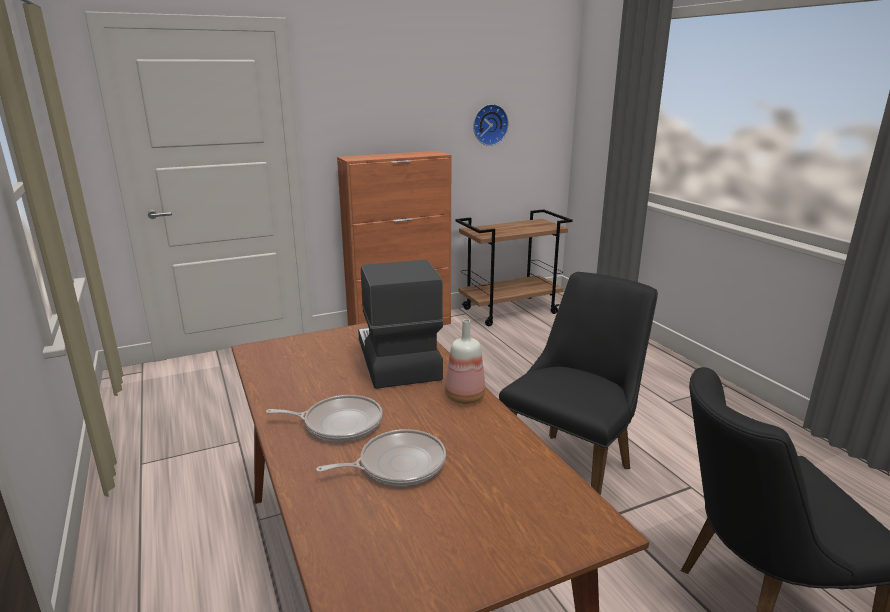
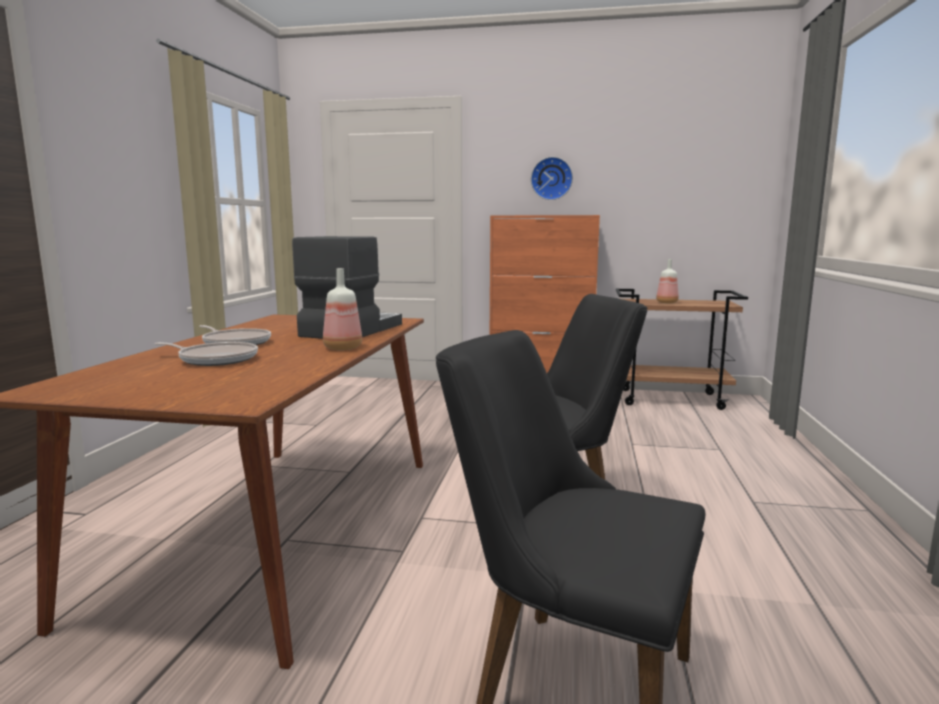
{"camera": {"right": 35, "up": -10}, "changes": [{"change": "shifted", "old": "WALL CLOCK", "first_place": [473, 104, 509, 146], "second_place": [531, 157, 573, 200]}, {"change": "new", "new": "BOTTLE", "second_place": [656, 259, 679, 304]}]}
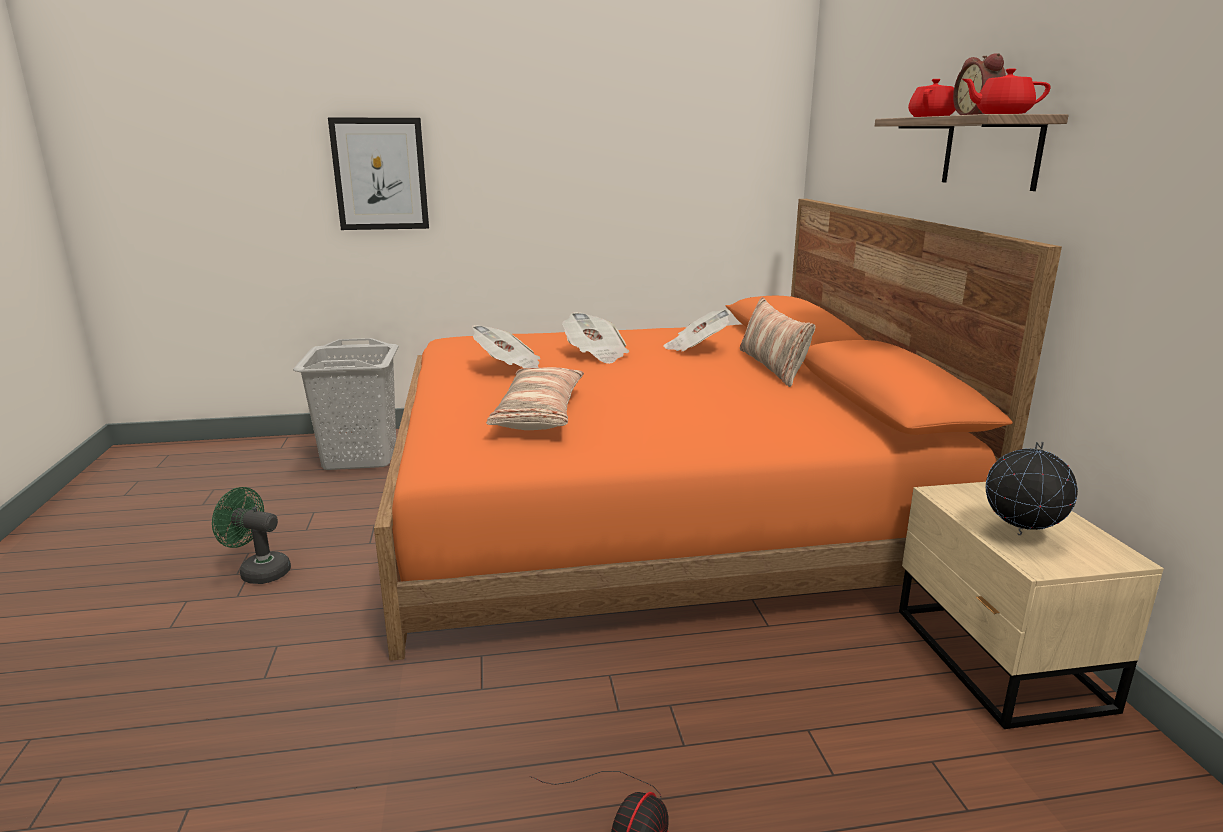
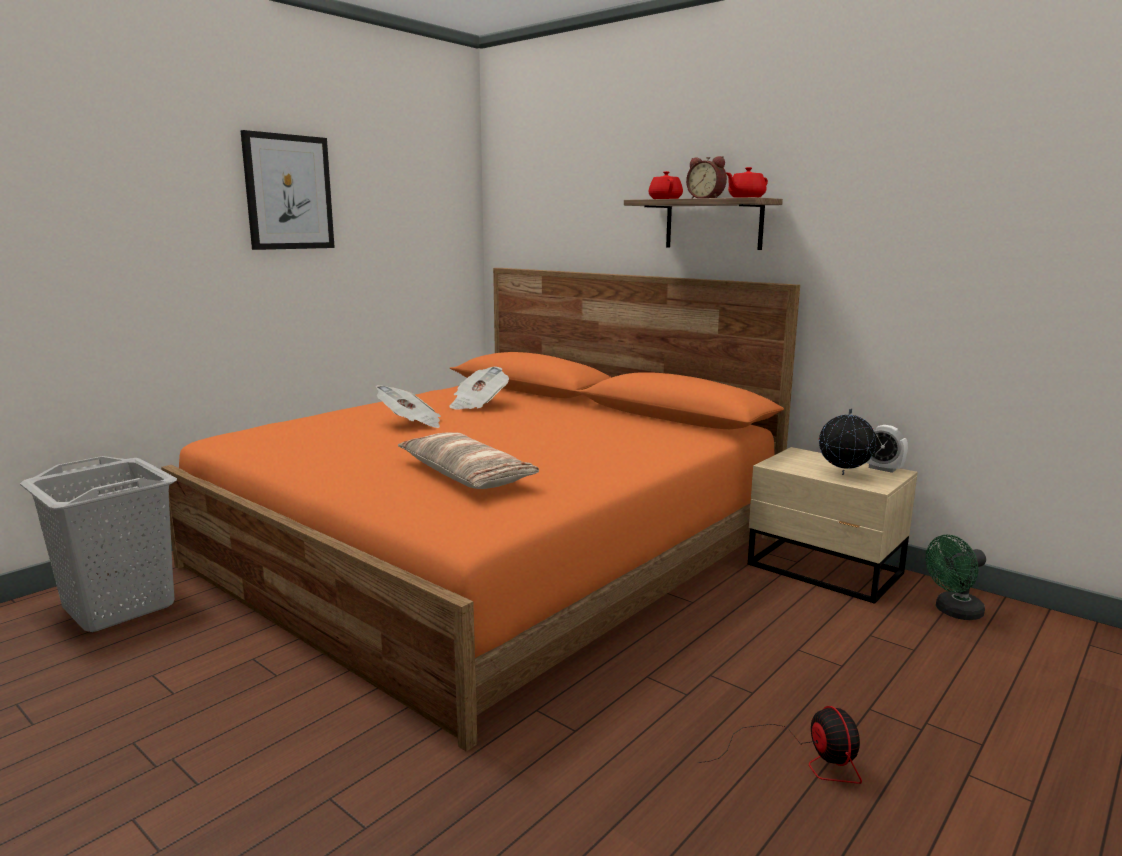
{"camera": {"right": -40, "up": -5}, "changes": [{"change": "shifted", "old": "PICTURE", "first_place": [328, 117, 429, 230], "second_place": [240, 130, 335, 250]}, {"change": "new", "new": "ALARM CLOCK", "second_place": [866, 425, 908, 473]}, {"change": "shifted", "old": "GREEN FAN", "first_place": [212, 487, 291, 584], "second_place": [926, 535, 986, 620]}, {"change": "gone", "old": "NEWSPAPER", "first_place": [472, 325, 540, 368]}, {"change": "gone", "old": "PILLOW", "first_place": [740, 297, 815, 387]}]}
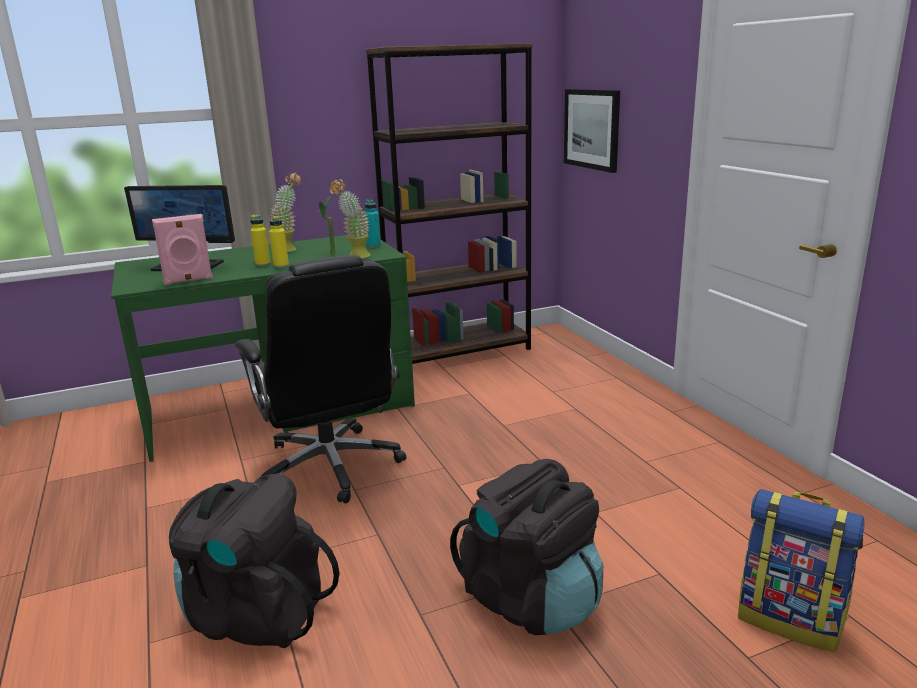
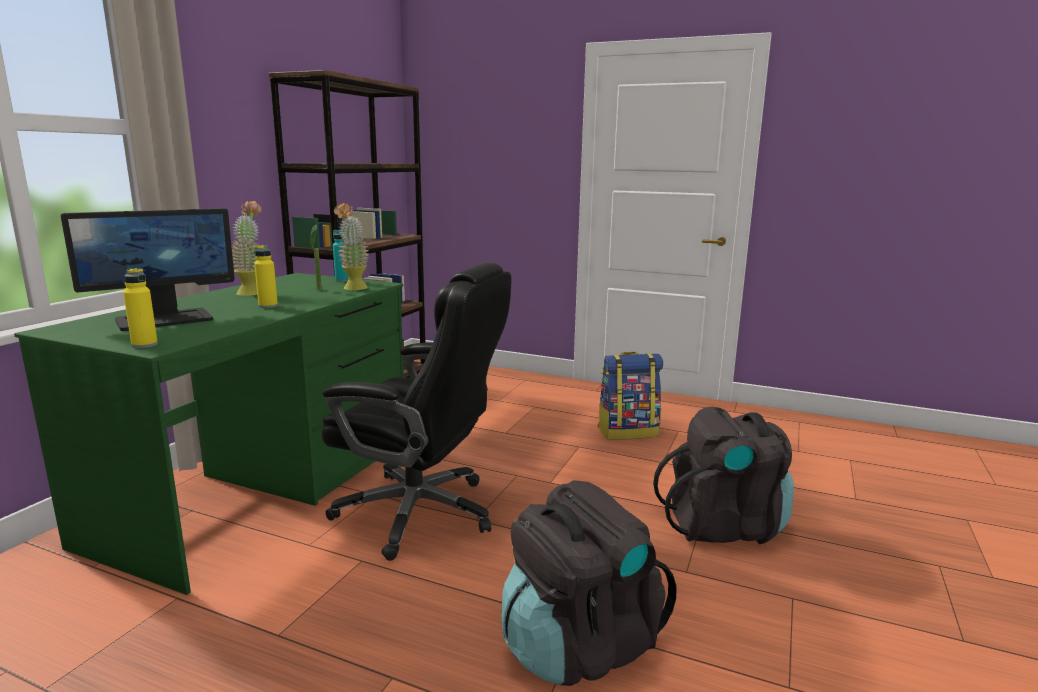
{"camera": {"right": -45, "up": -5}, "changes": [{"change": "shifted", "old": "YELLOW BOTTLE", "first_place": [269, 216, 289, 268], "second_place": [123, 268, 158, 348]}, {"change": "shifted", "old": "BACKPACK", "first_place": [738, 489, 865, 653], "second_place": [598, 352, 663, 440]}, {"change": "gone", "old": "PINK SPEAKER", "first_place": [152, 214, 213, 285]}, {"change": "gone", "old": "PICTURE", "first_place": [564, 89, 620, 173]}]}
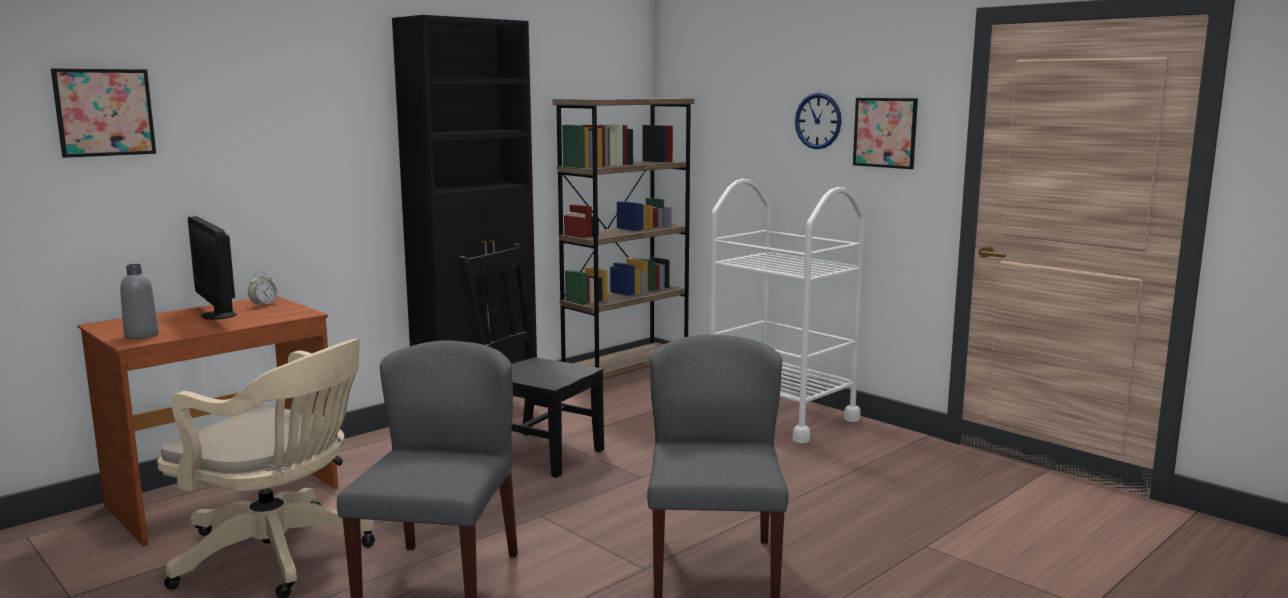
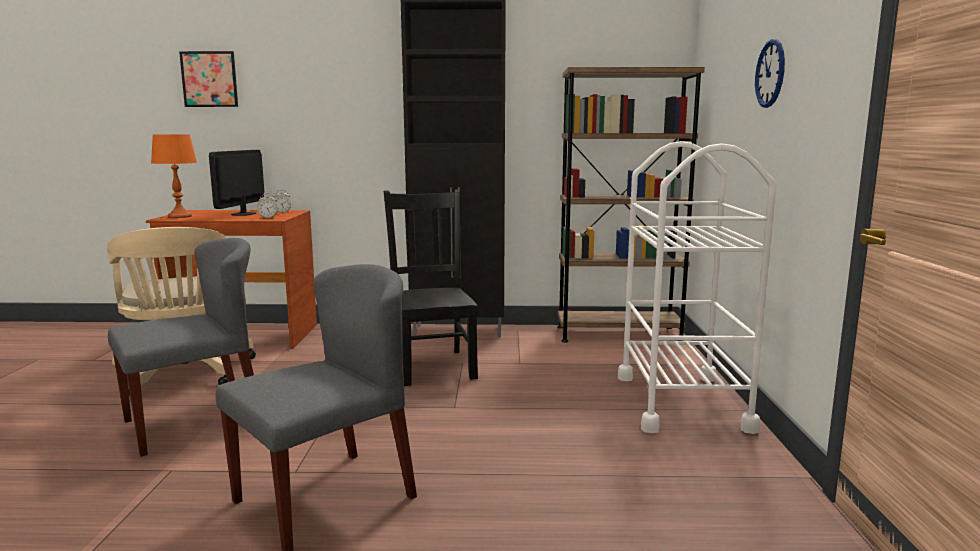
{"camera": {"right": 45, "up": 0}, "changes": [{"change": "swapped", "old": "GREY BOTTLE", "new": "ORANGE TABLE LAMP", "first_place": [120, 264, 159, 339], "second_place": [151, 134, 197, 218]}, {"change": "new", "new": "ALARM CLOCK", "second_place": [257, 193, 278, 219]}, {"change": "gone", "old": "PICTURE", "first_place": [853, 98, 918, 169]}]}
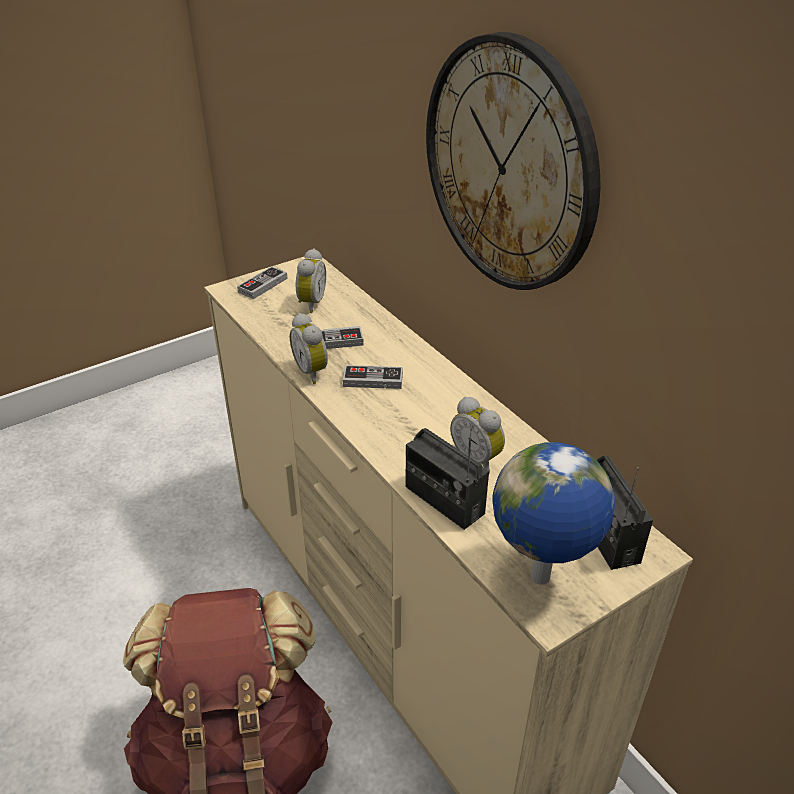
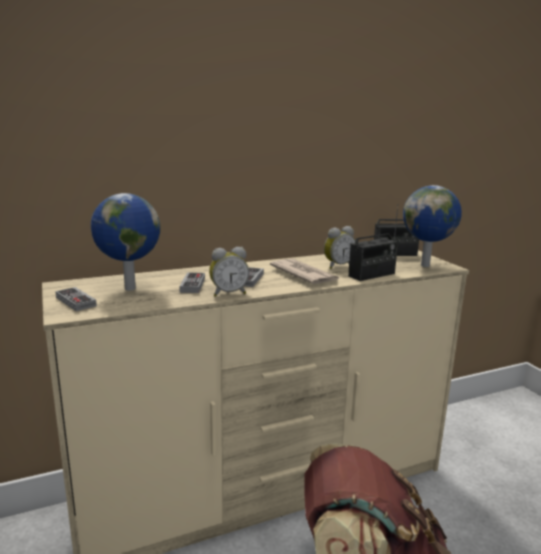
{"camera": {"right": -80, "up": -20}, "changes": [{"change": "swapped", "old": "ALARM CLOCK", "new": "GLOBE", "first_place": [296, 248, 326, 313], "second_place": [91, 193, 161, 291]}, {"change": "new", "new": "NEWSPAPER", "second_place": [270, 259, 341, 284]}, {"change": "gone", "old": "WALL CLOCK", "first_place": [426, 32, 601, 290]}]}
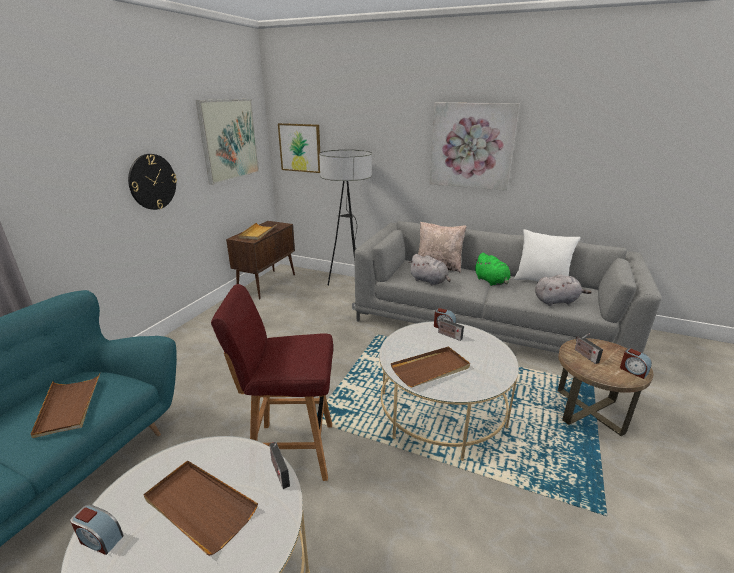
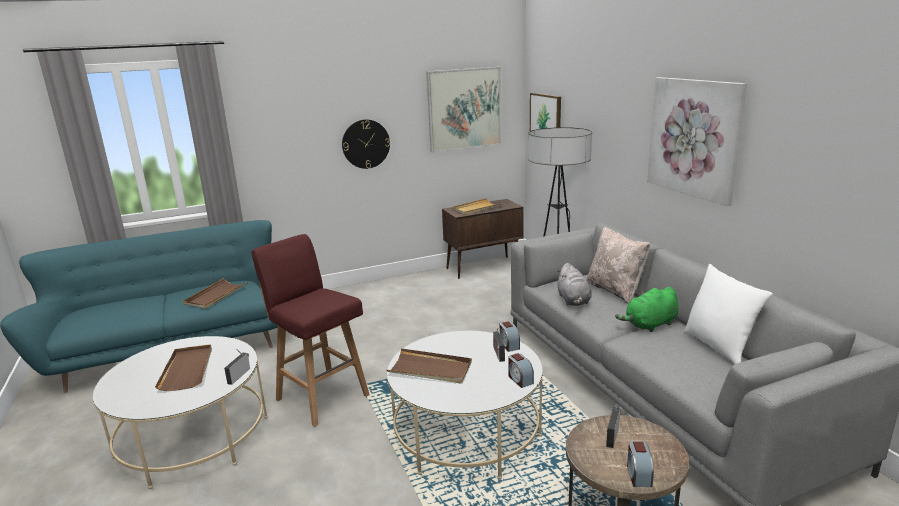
{"camera": {"right": 45, "up": -5}, "changes": [{"change": "shifted", "old": "ALARM CLOCK", "first_place": [70, 504, 124, 555], "second_place": [508, 353, 534, 388]}, {"change": "rotated", "old": "GREEN PLUSH TOY", "first_place": [475, 253, 510, 286], "second_place": [615, 287, 679, 332], "degrees": 45}, {"change": "gone", "old": "GREY PLUSH TOY", "first_place": [535, 274, 592, 306]}]}
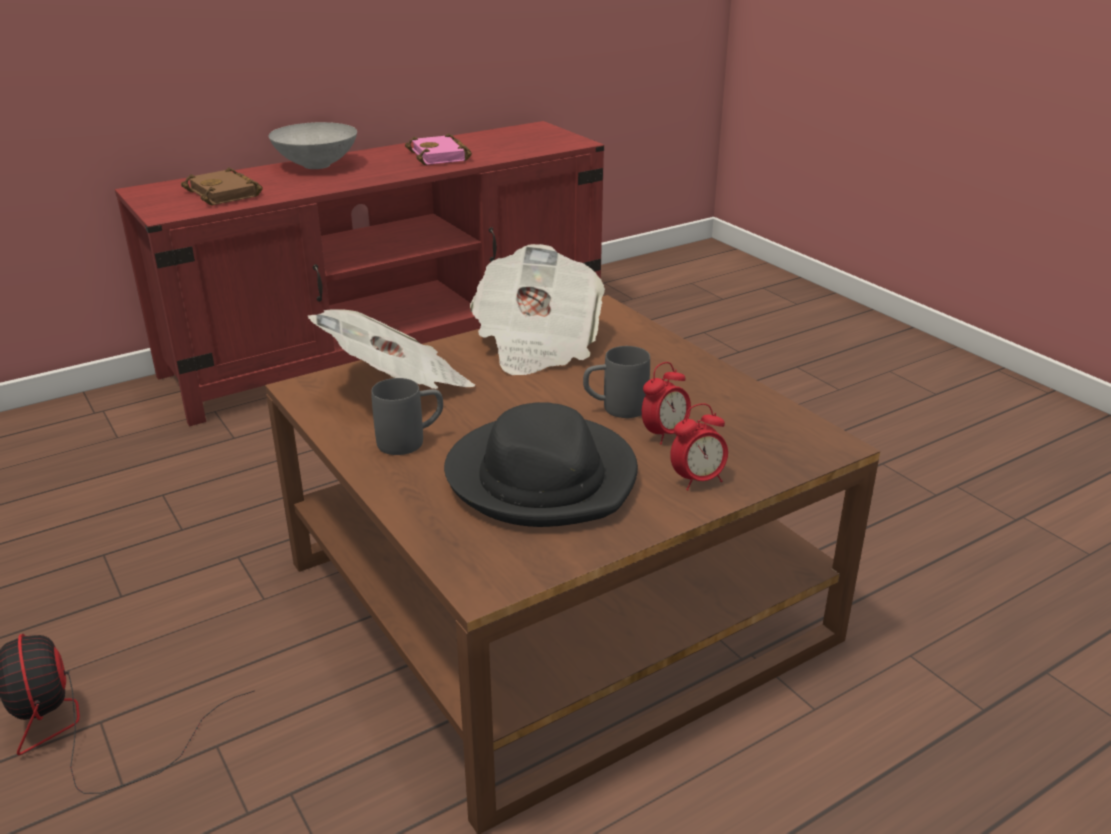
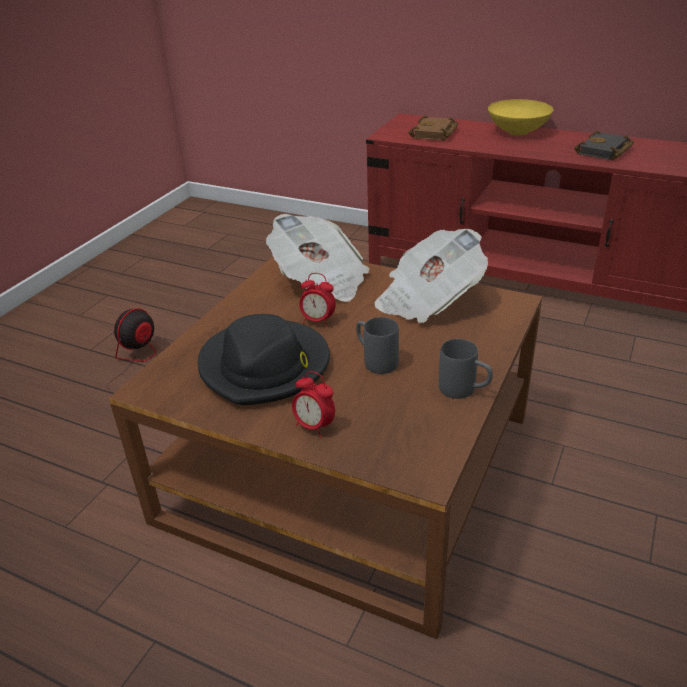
{"camera": {"right": 60, "up": 5}, "changes": [{"change": "shifted", "old": "ALARM CLOCK", "first_place": [642, 362, 691, 445], "second_place": [299, 273, 336, 327]}, {"change": "shifted", "old": "GREY MUG", "first_place": [371, 378, 443, 455], "second_place": [439, 339, 493, 399]}, {"change": "repainted", "old": "GREY BOWL", "new": "YELLOW BOWL", "first_place": [268, 122, 357, 169], "second_place": [488, 99, 554, 136]}, {"change": "repainted", "old": "PINK BOOK", "new": "BLACK BOOK", "first_place": [405, 133, 472, 165], "second_place": [574, 131, 634, 160]}]}
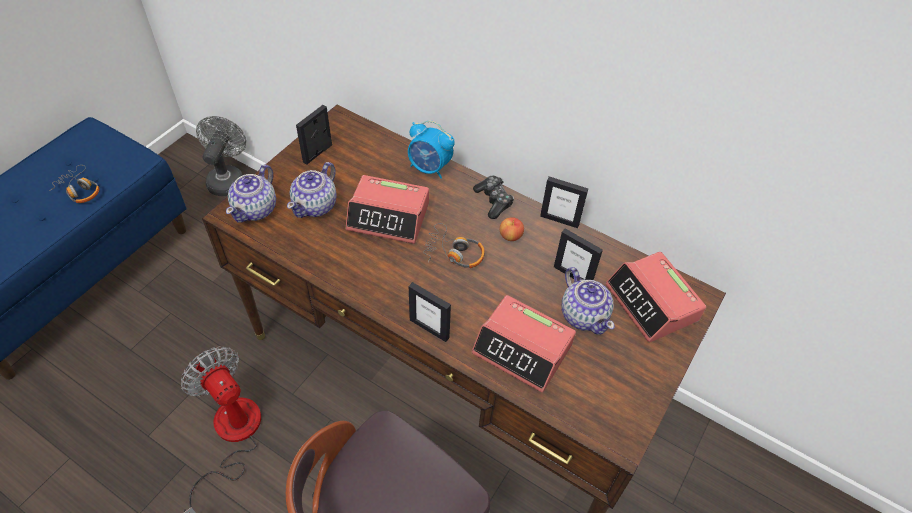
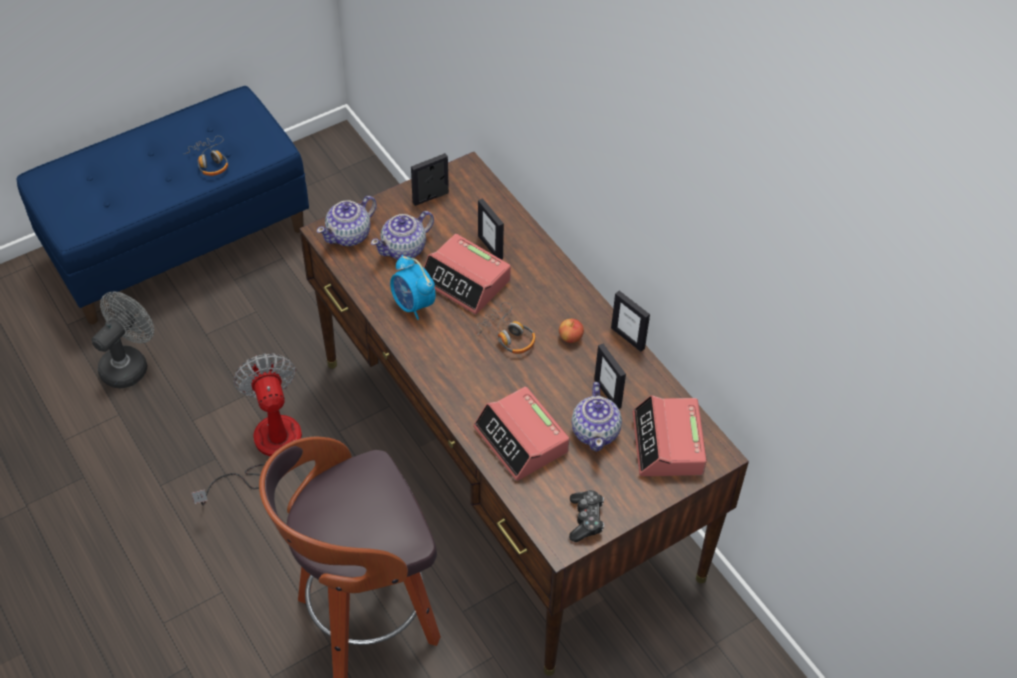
{"camera": {"right": 25, "up": 0}, "changes": [{"change": "shifted", "old": "GREY FAN", "first_place": [196, 116, 246, 196], "second_place": [92, 291, 154, 388]}, {"change": "shifted", "old": "ALARM CLOCK", "first_place": [408, 121, 455, 178], "second_place": [390, 255, 436, 320]}, {"change": "shifted", "old": "PICTURE FRAME", "first_place": [409, 282, 451, 342], "second_place": [478, 198, 504, 260]}, {"change": "shifted", "old": "GAME CONTROLLER", "first_place": [473, 176, 514, 219], "second_place": [569, 490, 604, 542]}]}
